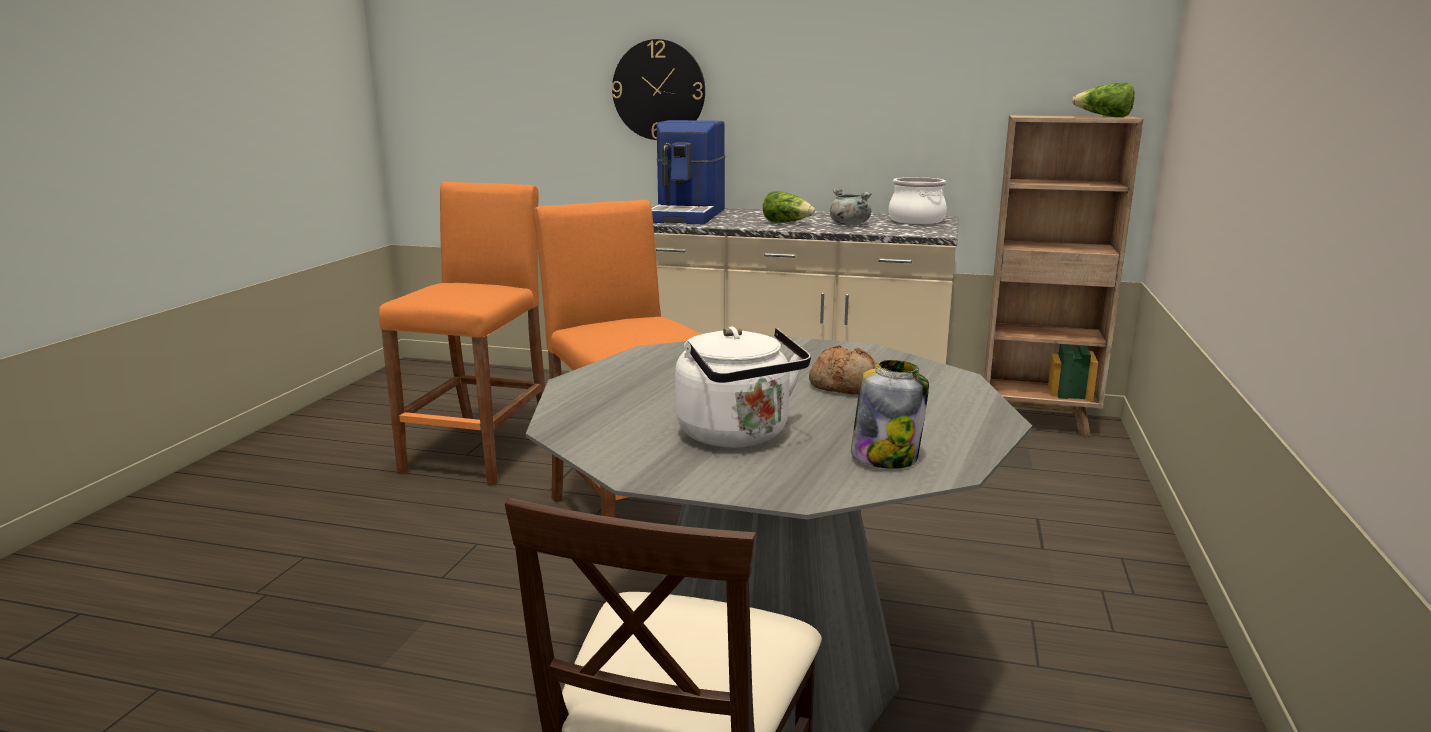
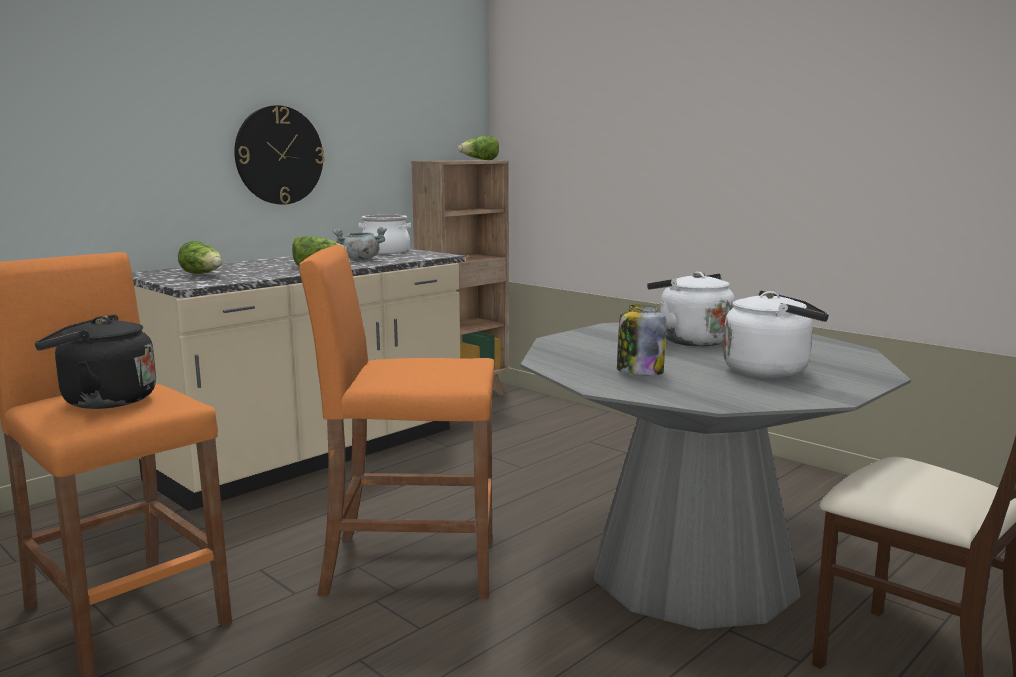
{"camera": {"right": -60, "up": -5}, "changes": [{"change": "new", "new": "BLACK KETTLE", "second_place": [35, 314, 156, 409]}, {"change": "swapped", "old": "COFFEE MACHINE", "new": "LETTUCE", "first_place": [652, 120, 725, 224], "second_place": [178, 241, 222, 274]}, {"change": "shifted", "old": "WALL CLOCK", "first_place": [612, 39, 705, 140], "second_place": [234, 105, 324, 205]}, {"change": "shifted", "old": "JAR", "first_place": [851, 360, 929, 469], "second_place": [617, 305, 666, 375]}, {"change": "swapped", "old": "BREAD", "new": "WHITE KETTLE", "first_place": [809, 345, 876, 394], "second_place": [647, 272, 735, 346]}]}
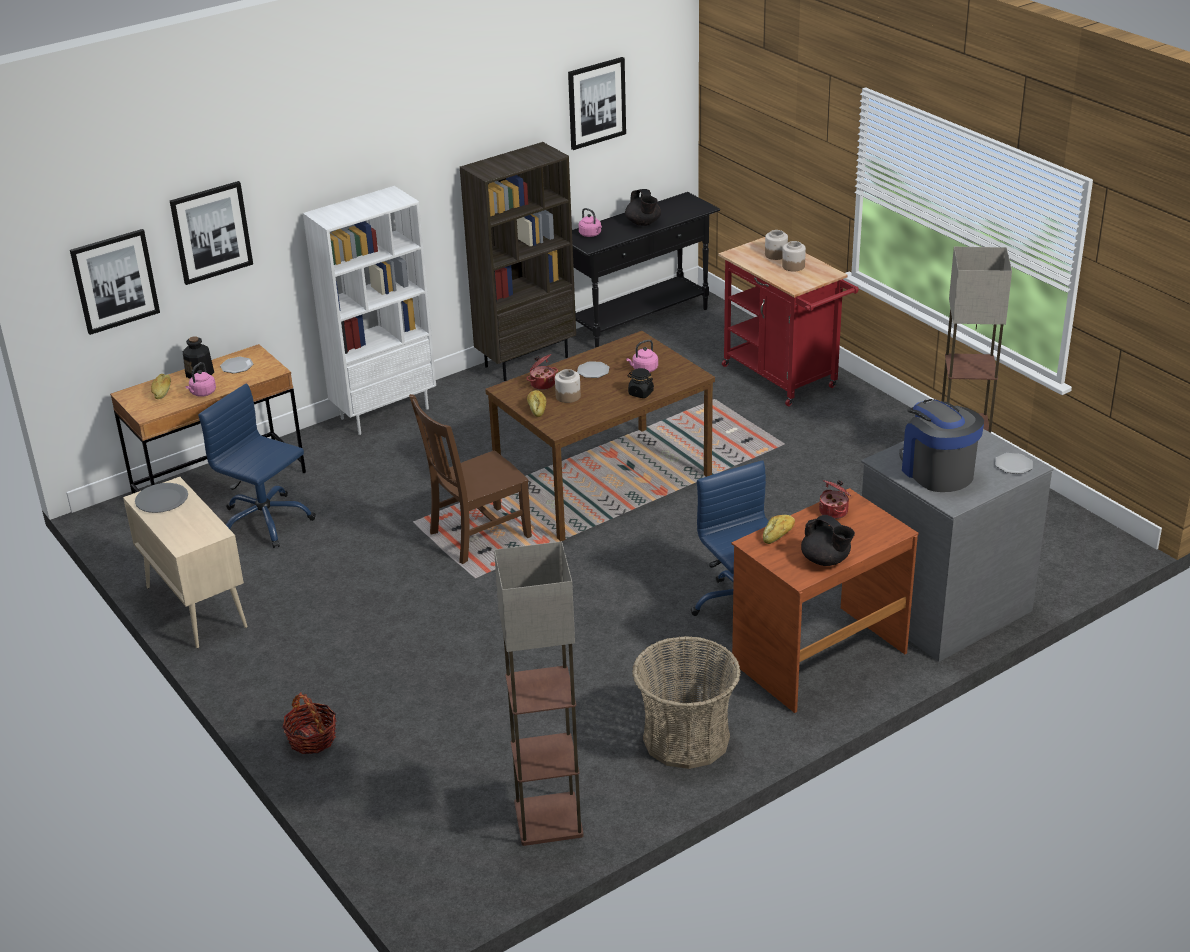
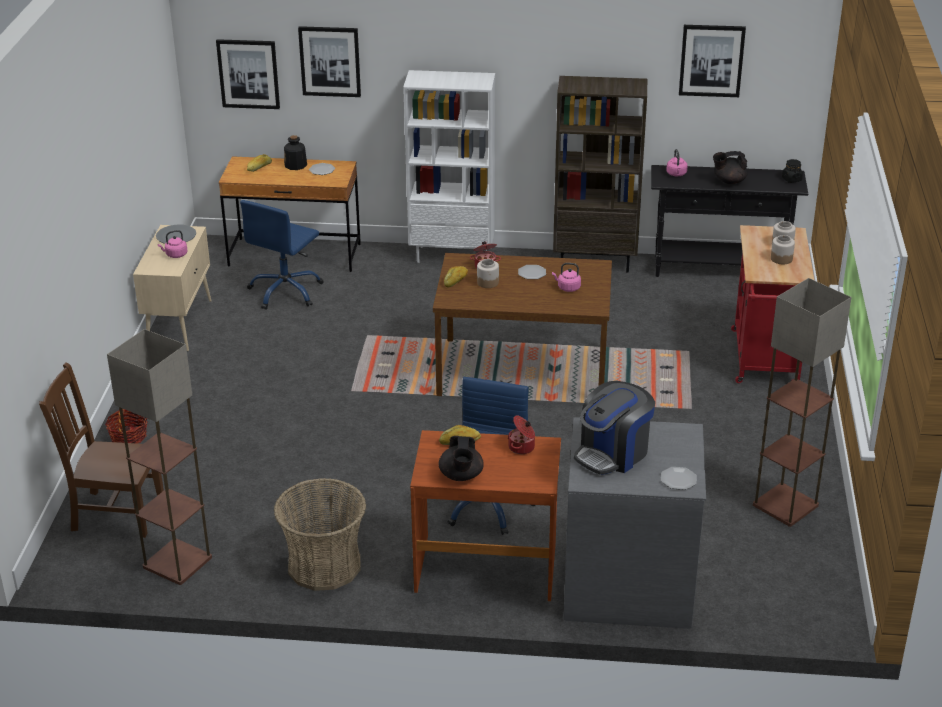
{"camera": {"right": 40, "up": 0}, "changes": [{"change": "shifted", "old": "BROWN CHAIR", "first_place": [409, 394, 532, 564], "second_place": [39, 362, 164, 538]}, {"change": "shifted", "old": "PINK KETTLE", "first_place": [186, 362, 216, 397], "second_place": [158, 230, 187, 258]}, {"change": "rotated", "old": "BLUE OFFICE CHAIR", "first_place": [198, 384, 316, 548], "second_place": [240, 200, 324, 310], "degrees": -135}, {"change": "rotated", "old": "COFFEE MACHINE", "first_place": [899, 399, 984, 492], "second_place": [574, 381, 655, 475], "degrees": -150}, {"change": "rotated", "old": "BLACK TEAPOT", "first_place": [625, 189, 661, 226], "second_place": [713, 151, 748, 184], "degrees": 60}, {"change": "shifted", "old": "BLACK JAR", "first_place": [627, 368, 654, 398], "second_place": [782, 159, 803, 183]}]}
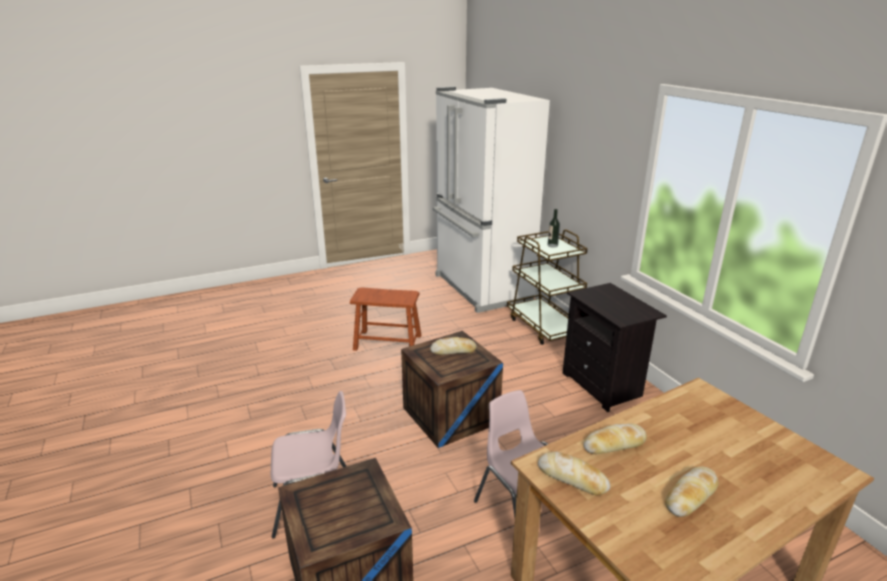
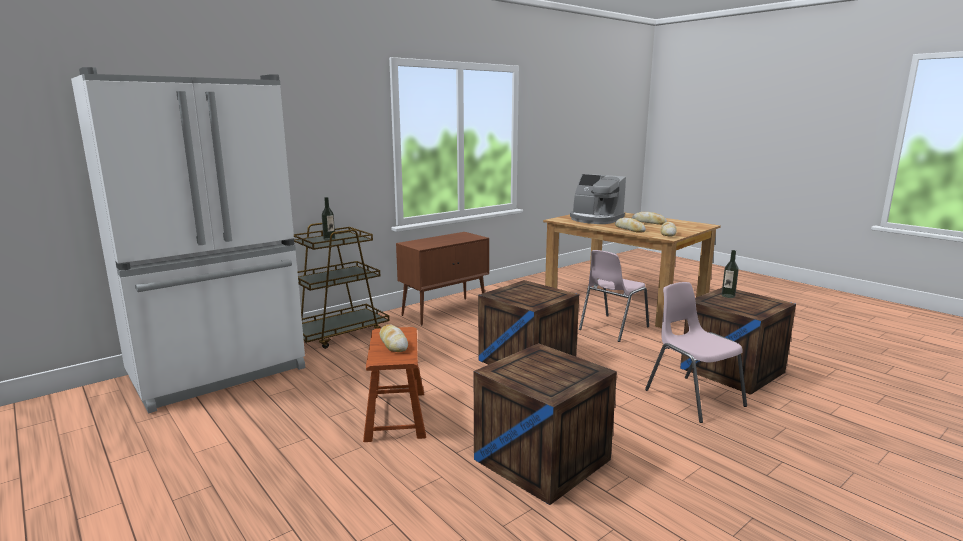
{"camera": {"right": -105, "up": -10}, "changes": [{"change": "shifted", "old": "BREAD", "first_place": [430, 337, 477, 355], "second_place": [379, 324, 408, 352]}, {"change": "swapped", "old": "BLACK NIGHTSTAND", "new": "BROWN CABINET", "first_place": [563, 283, 667, 412], "second_place": [396, 232, 489, 325]}, {"change": "new", "new": "CRATE", "second_place": [474, 343, 617, 505]}, {"change": "new", "new": "COFFEE MACHINE", "second_place": [570, 174, 626, 224]}, {"change": "new", "new": "BOTTLE", "second_place": [721, 250, 739, 298]}]}
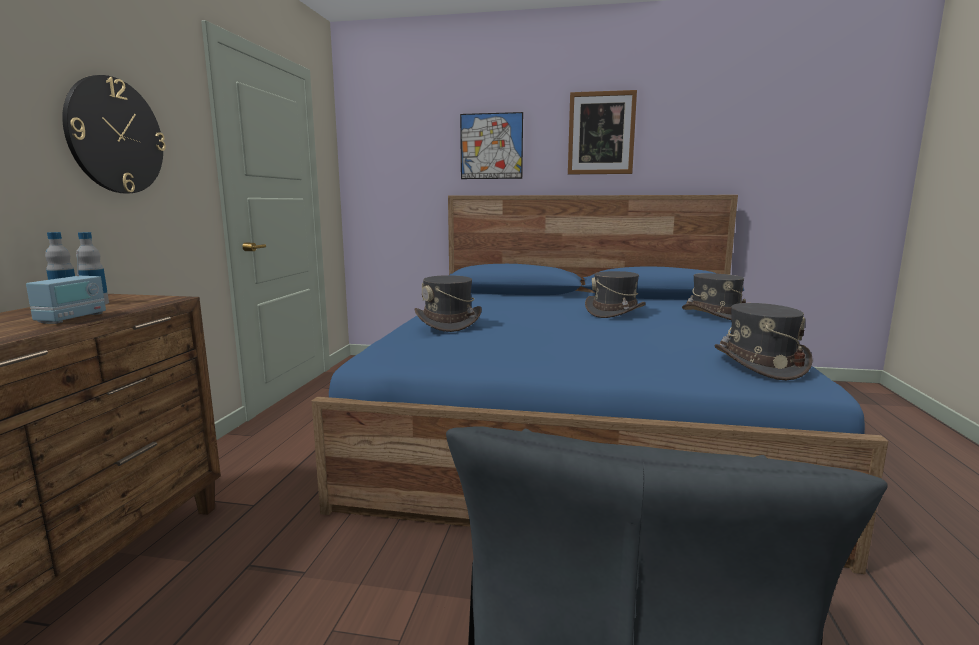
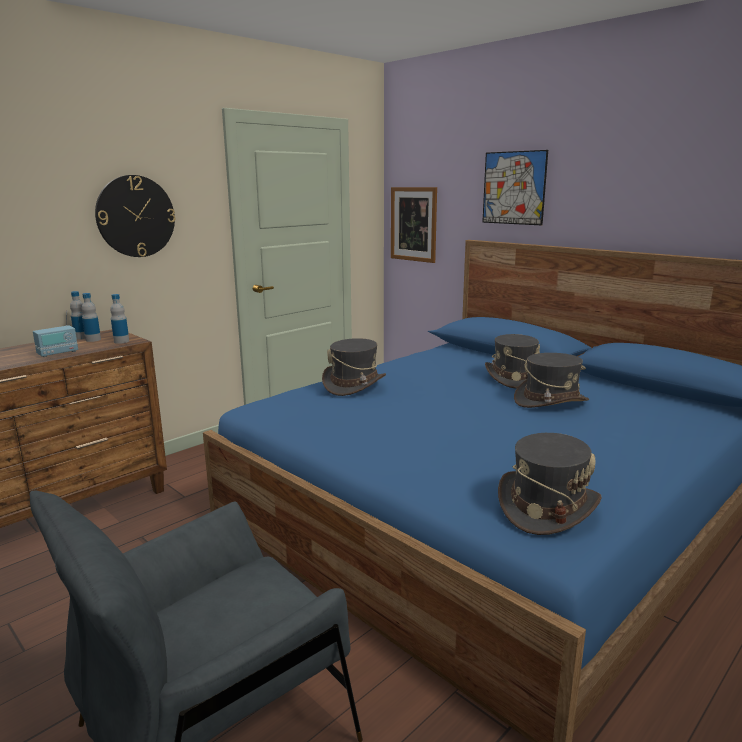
{"camera": {"right": 35, "up": 5}, "changes": [{"change": "new", "new": "BOTTLE", "second_place": [110, 294, 129, 344]}, {"change": "shifted", "old": "PICTURE", "first_place": [568, 90, 637, 174], "second_place": [391, 187, 437, 263]}, {"change": "shifted", "old": "GREY HAT", "first_place": [682, 273, 746, 321], "second_place": [485, 334, 540, 389]}]}
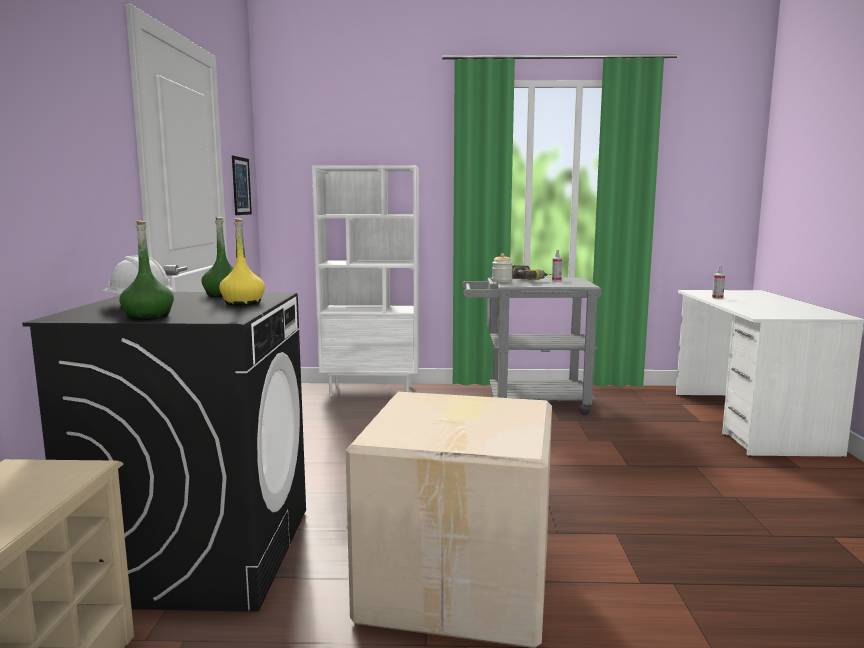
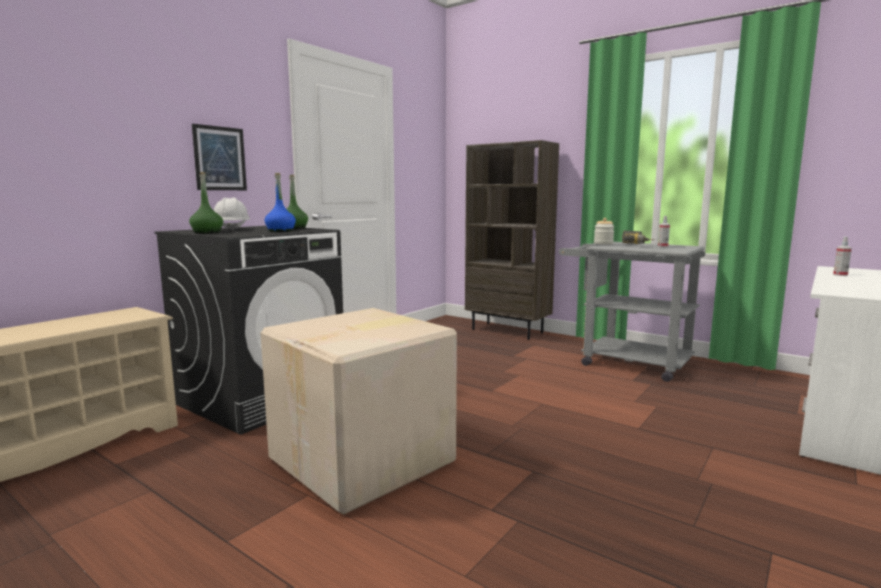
{"camera": {"right": 35, "up": 0}, "changes": [{"change": "shifted", "old": "PICTURE", "first_place": [232, 156, 252, 215], "second_place": [192, 124, 247, 190]}, {"change": "repainted", "old": "YELLOW BOTTLE", "new": "BLUE BOTTLE", "first_place": [219, 218, 265, 305], "second_place": [265, 173, 296, 232]}, {"change": "repainted", "old": "WHITE BOOKCASE", "new": "BROWN BOOKCASE", "first_place": [312, 165, 419, 397], "second_place": [465, 140, 559, 340]}]}
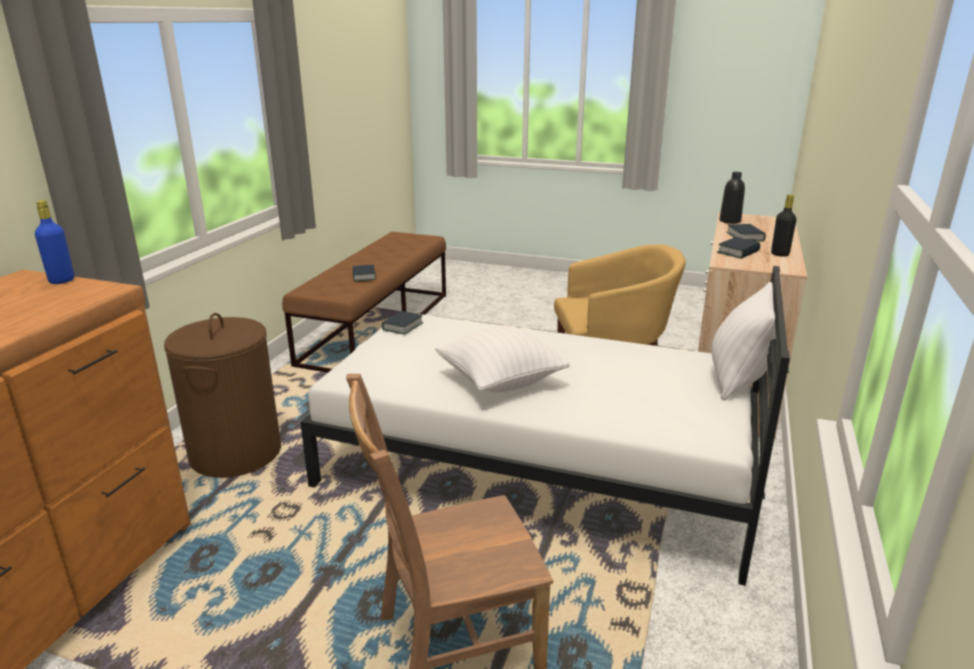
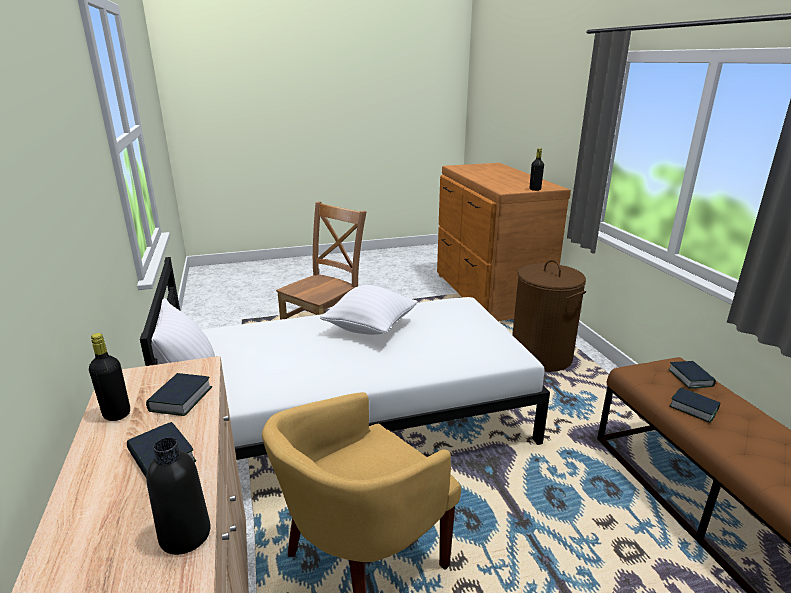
{"camera": {"right": 145, "up": 0}, "changes": [{"change": "repainted", "old": "BLUE BOTTLE", "new": "BLACK BOTTLE", "first_place": [35, 200, 74, 284], "second_place": [530, 148, 544, 191]}, {"change": "shifted", "old": "BOOK", "first_place": [382, 311, 424, 335], "second_place": [668, 361, 716, 389]}]}
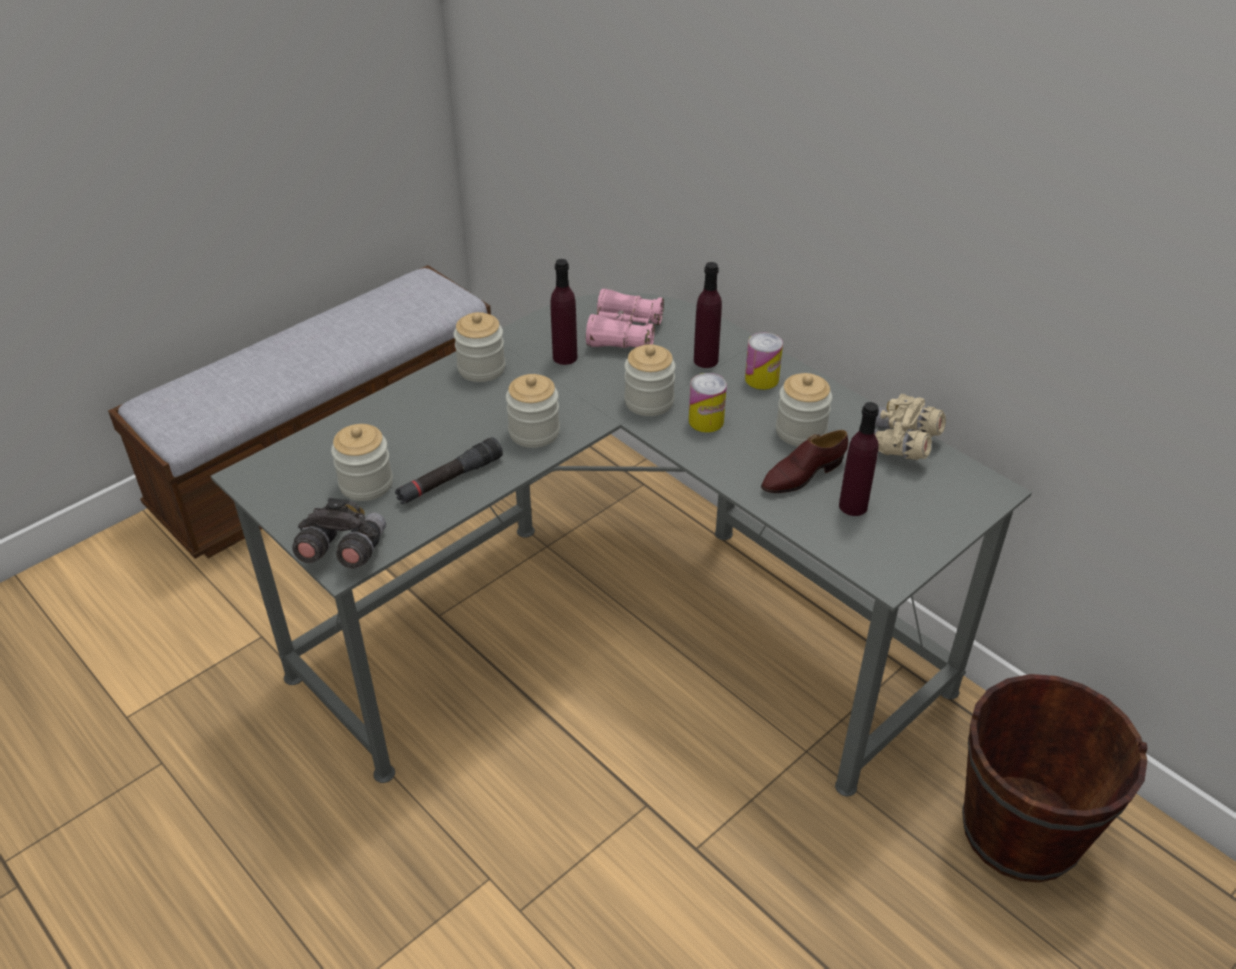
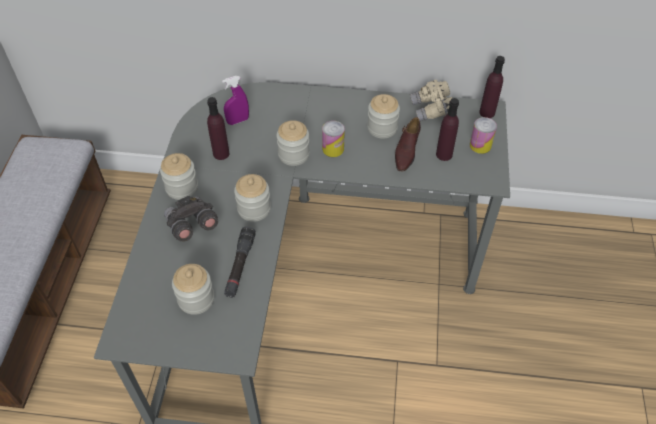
{"camera": {"right": -40, "up": 10}, "changes": [{"change": "shifted", "old": "GREY BINOCULARS", "first_place": [292, 498, 386, 569], "second_place": [164, 196, 218, 242]}, {"change": "swapped", "old": "PINK BINOCULARS", "new": "PURPLE SPRAY BOTTLE", "first_place": [586, 289, 664, 348], "second_place": [222, 76, 249, 125]}, {"change": "shifted", "old": "CAN", "first_place": [745, 332, 783, 390], "second_place": [470, 117, 497, 154]}, {"change": "shifted", "old": "PURPLE BOTTLE", "first_place": [694, 262, 722, 368], "second_place": [479, 56, 505, 118]}, {"change": "gone", "old": "BROWN BUCKET", "first_place": [962, 674, 1147, 883]}]}
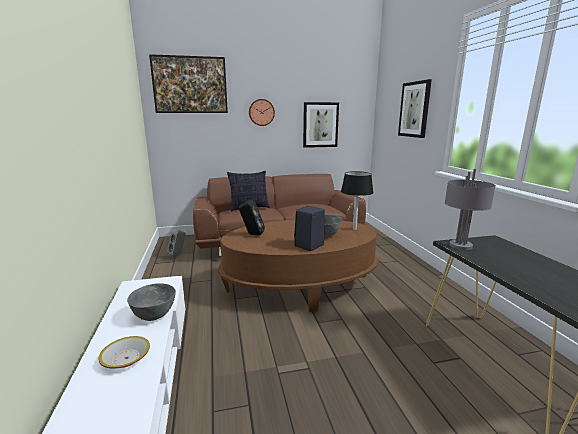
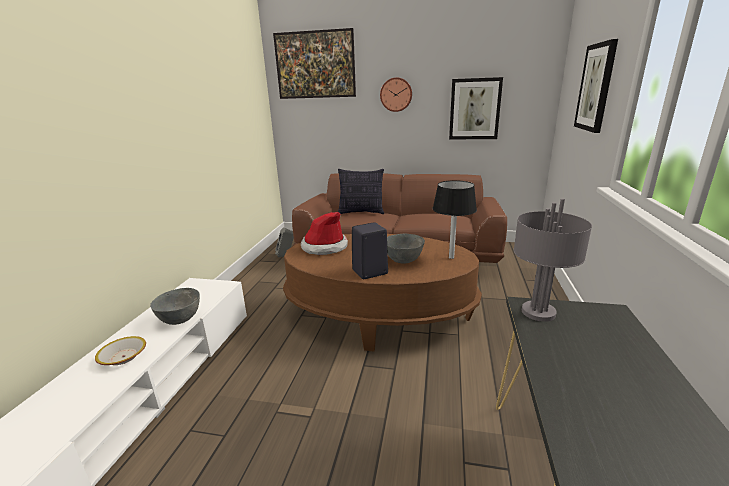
{"camera": {"right": 25, "up": 5}, "changes": [{"change": "swapped", "old": "BLACK SPEAKER", "new": "HAT", "first_place": [239, 200, 265, 235], "second_place": [301, 212, 348, 255]}]}
